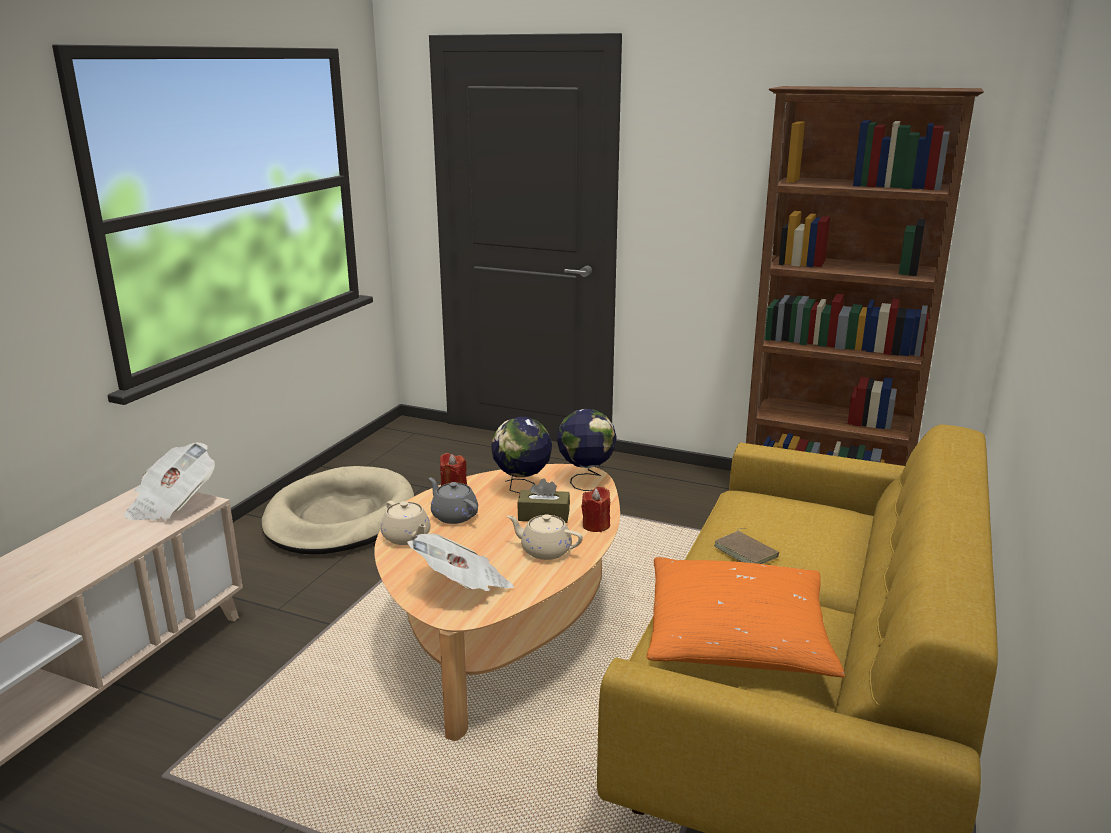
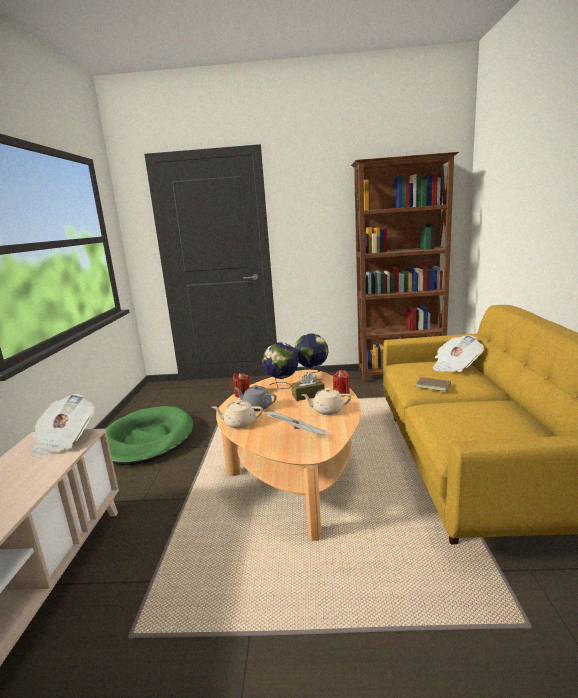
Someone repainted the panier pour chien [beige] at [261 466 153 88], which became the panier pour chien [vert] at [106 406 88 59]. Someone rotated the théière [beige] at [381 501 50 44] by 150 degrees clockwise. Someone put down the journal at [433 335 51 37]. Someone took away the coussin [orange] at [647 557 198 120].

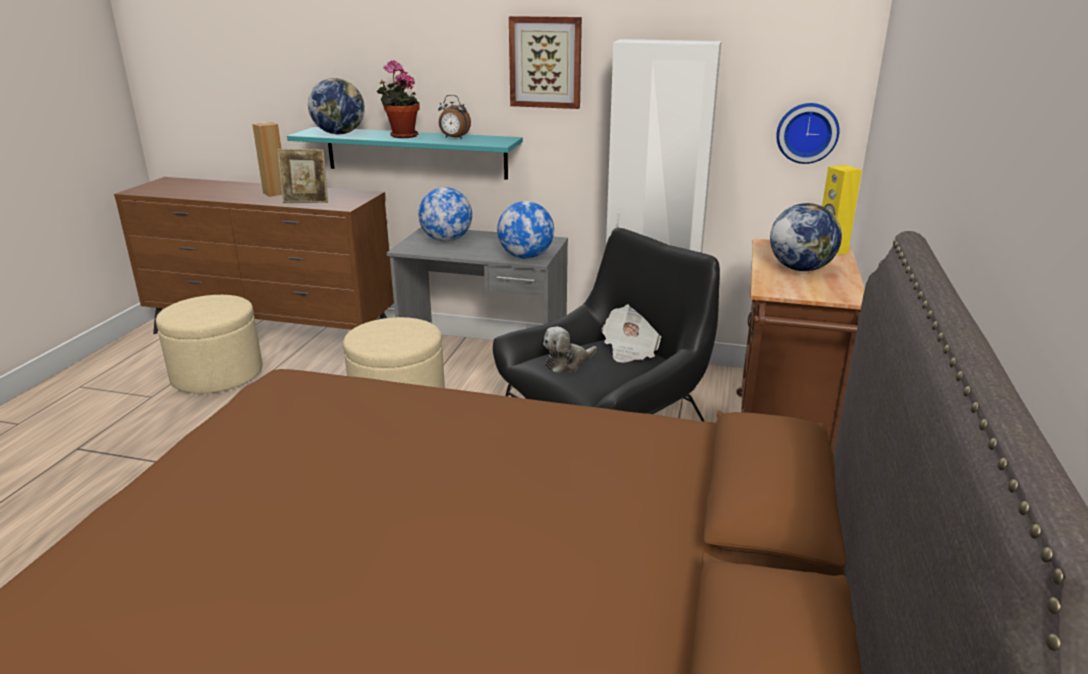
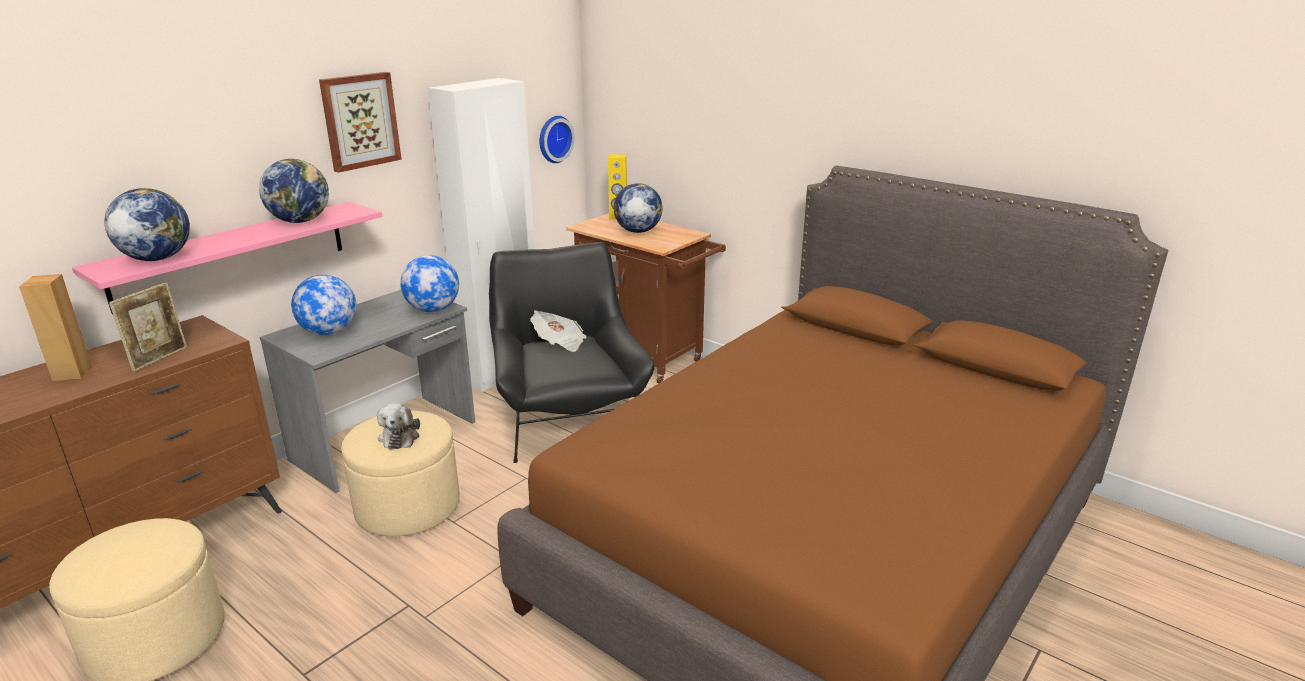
Someone repainted the étagère [turquoise] at [287 127 236 53], which became the étagère [rose] at [72 202 310 112]. Someone swapped the réveil at [438 95 33 44] for the globe at [259 159 70 64]. Someone carried the peluche from [543 327 54 46] to [377 403 43 47]. Someone took away the plante en pot at [377 60 42 78].

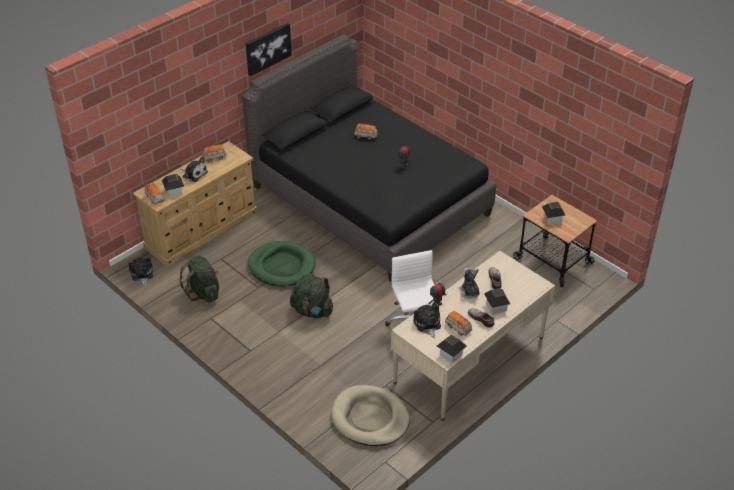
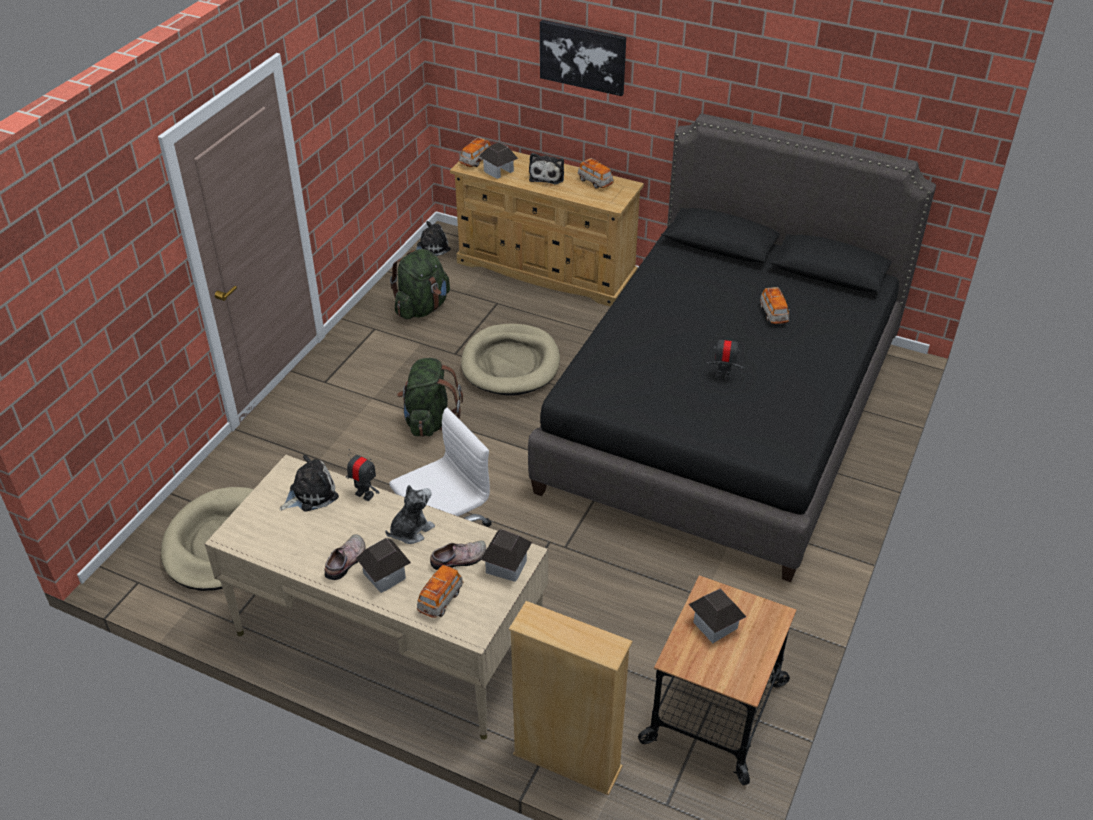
Someone carried the petite voiture from [445 311 27 25] to [417 565 46 53]. Someone repainted the panier pour chien [vert] at [248 241 67 46], which became the panier pour chien [beige] at [461 324 99 72]. Someone carried the maison miniature from [437 335 30 29] to [480 529 52 53]. Someone put down the bibliothèque [beige] at [509 601 123 195]. Someone carried the tableau from [246 23 46 53] to [540 20 86 76].

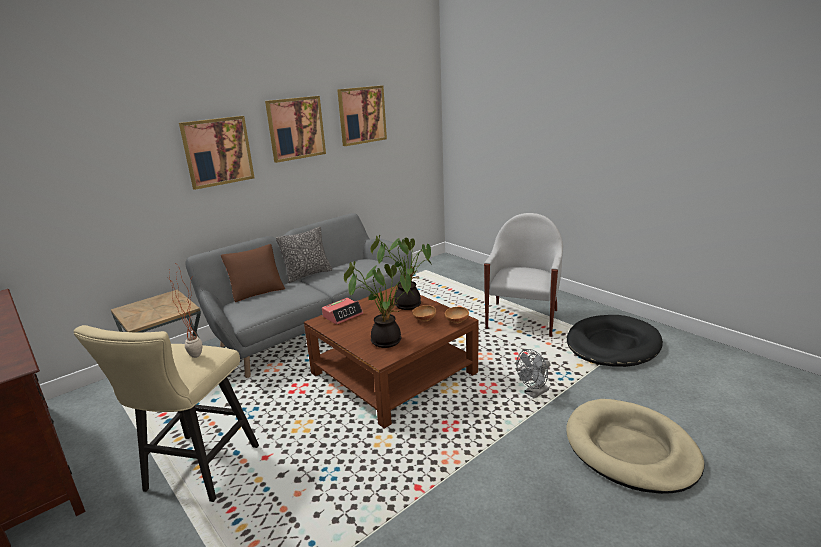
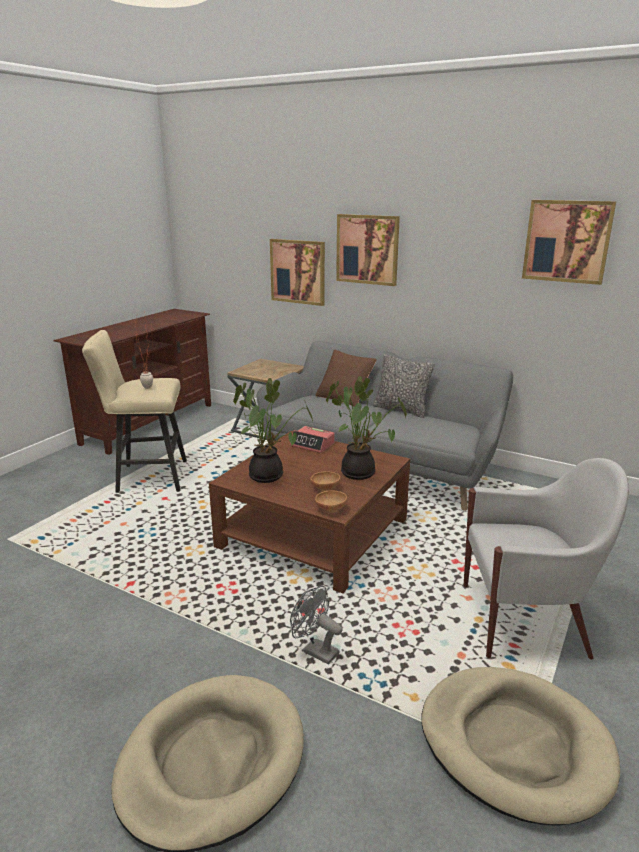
Someone carried the tableau from [265 96 61 67] to [270 239 55 67]. Someone repainted the panier pour chien [noir] at [567 315 96 52], which became the panier pour chien [beige] at [421 667 199 159].

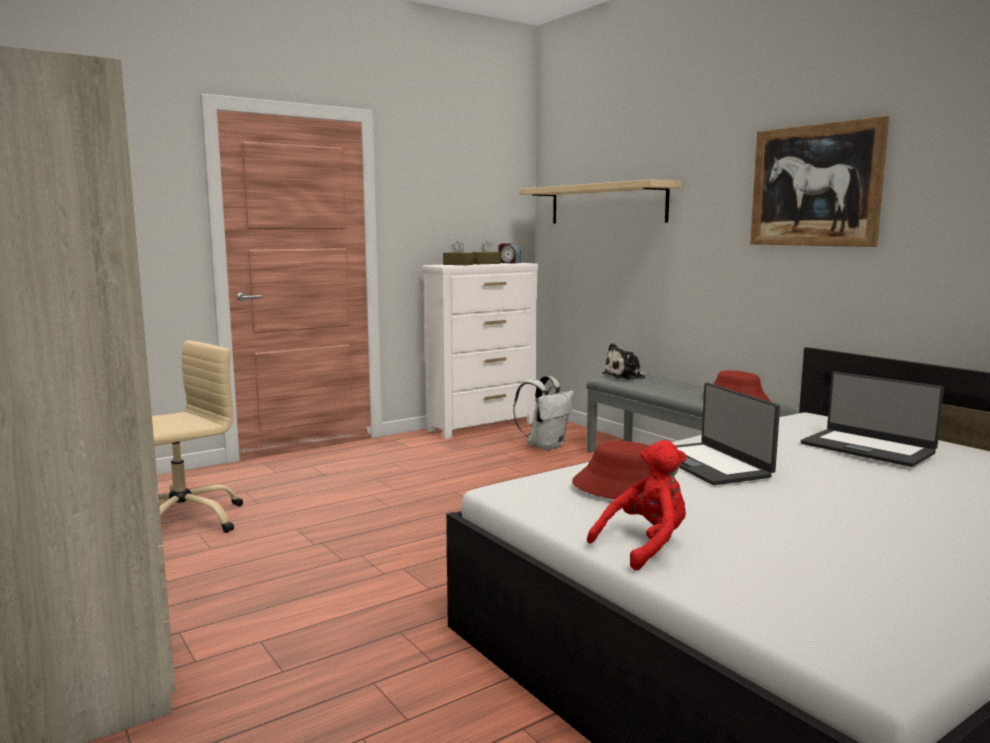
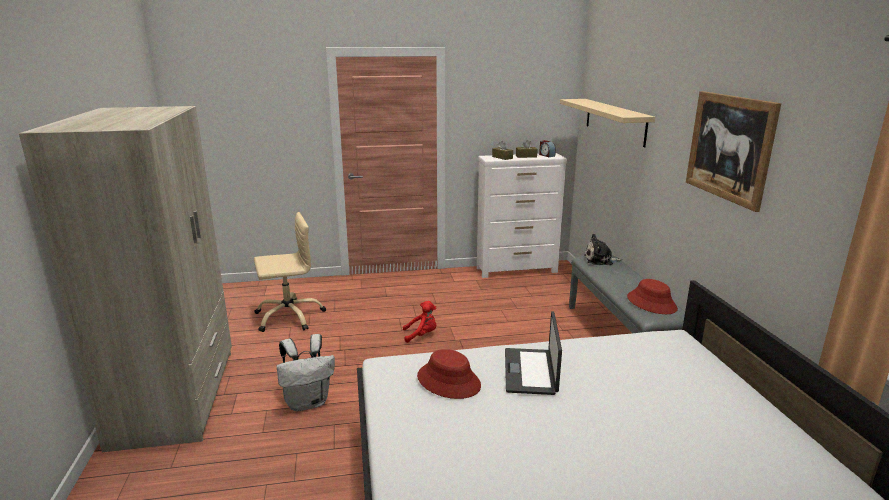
Someone carried the sac à dos [blanc] from [513 376 61 75] to [277 334 58 78]. Someone carried the peluche [rouge] from [587 440 100 130] to [403 301 33 42]. Someone took away the ordinateur portable at [801 372 143 95].

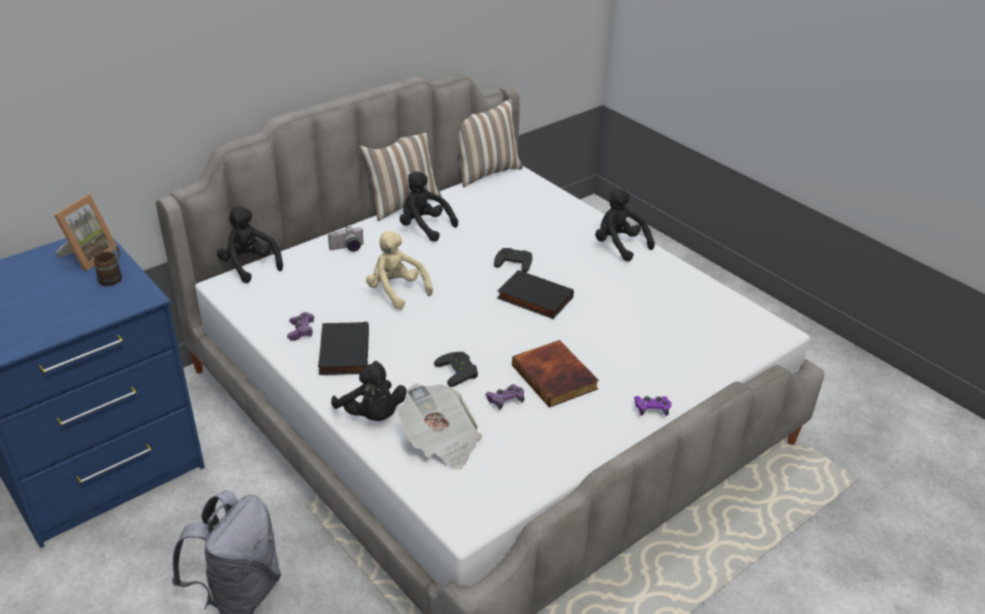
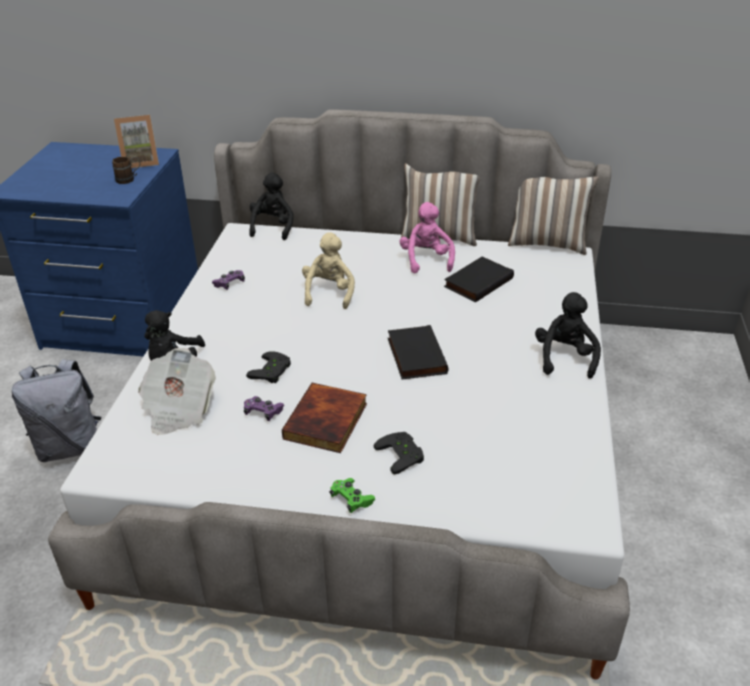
Someone repainted the manette [violet] at [634 396 37 20], which became the manette [vert] at [329 478 46 35]. Someone carried the manette [noir] from [494 248 38 25] to [374 432 50 43]. Someone repainted the peluche [noir] at [400 172 58 70], which became the peluche [rose] at [400 202 55 72]. Someone carried the livre [noir] from [318 322 51 53] to [444 256 70 46]. Someone took away the appareil photo at [328 226 36 26].

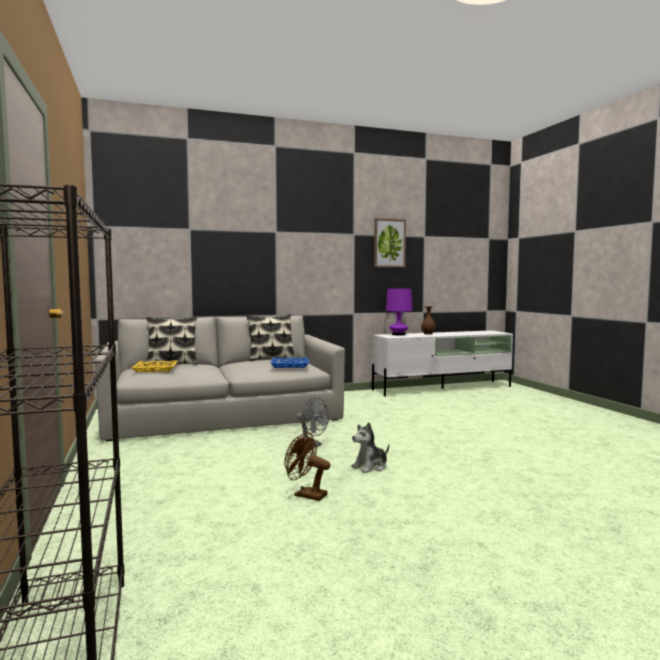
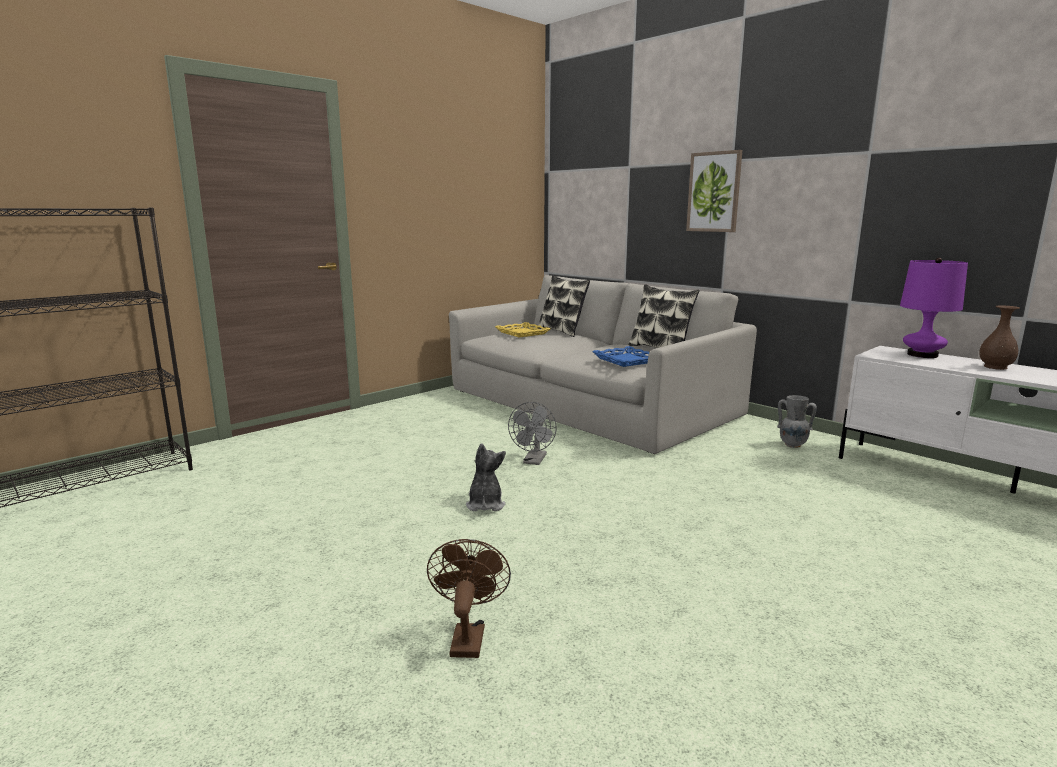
Someone carried the ventilateur [marron] from [285 432 45 69] to [427 539 84 119]. Someone rotated the peluche at [352 422 37 51] by 60 degrees clockwise. Someone carried the tableau from [374 218 32 49] to [686 150 56 82]. Someone put down the vase [gris] at [777 395 40 53].

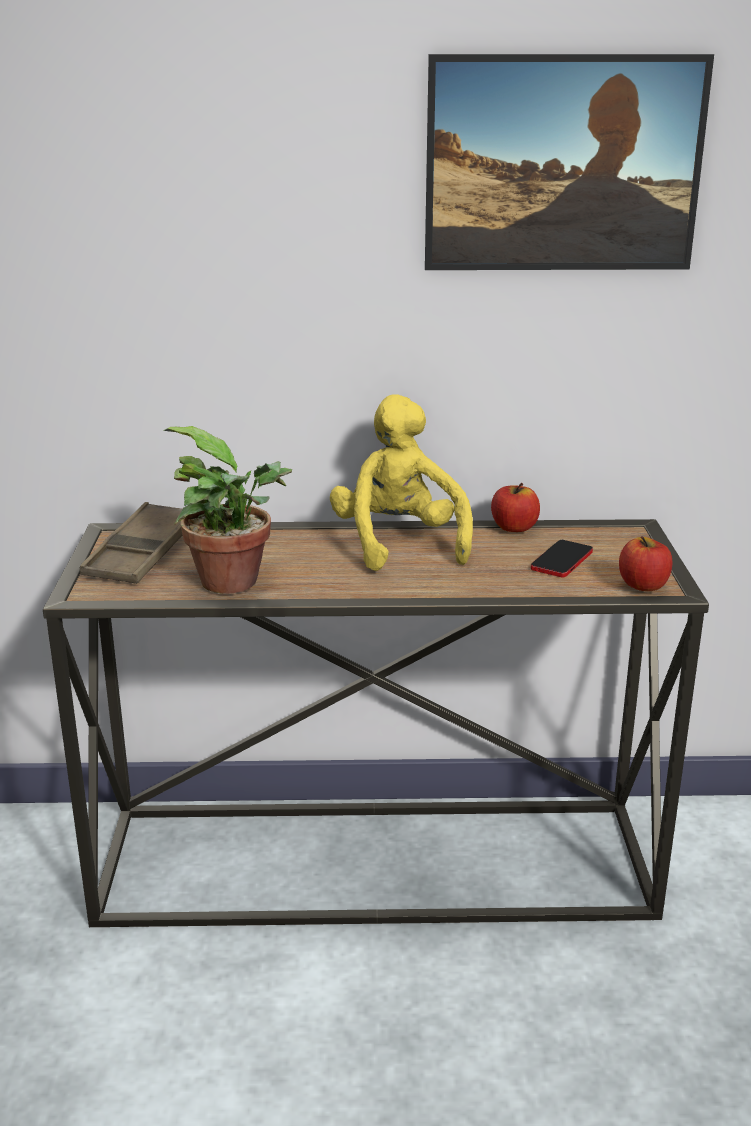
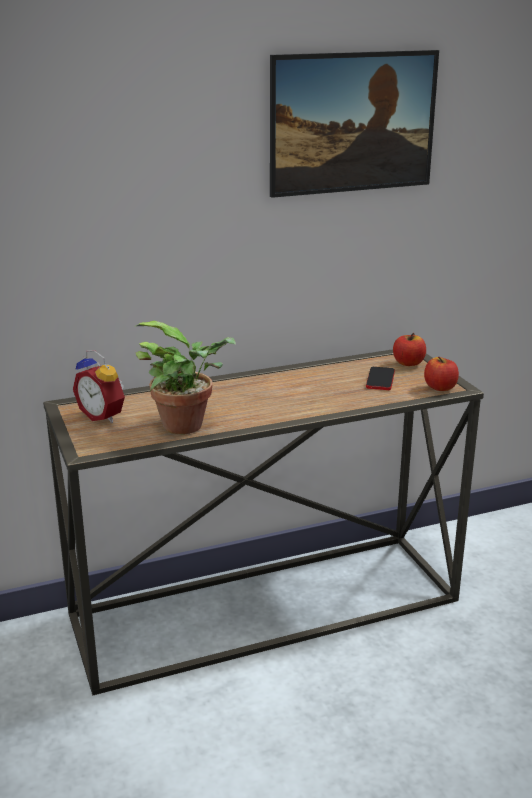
Someone swapped the plateau [marron] at [80 502 102 82] for the réveil at [73 350 52 73]. Someone carried the pomme from [491 483 49 49] to [393 333 33 33]. Someone took away the peluche [jaune] at [330 394 143 177].

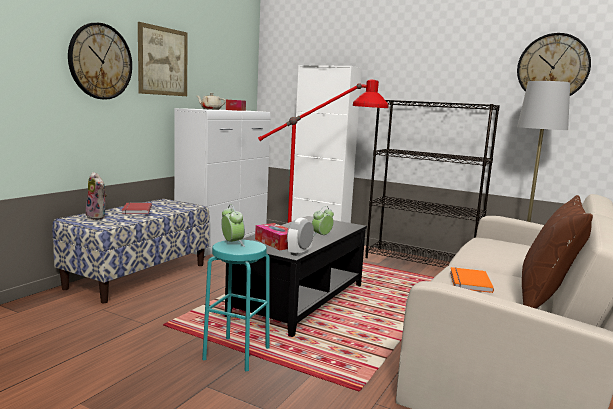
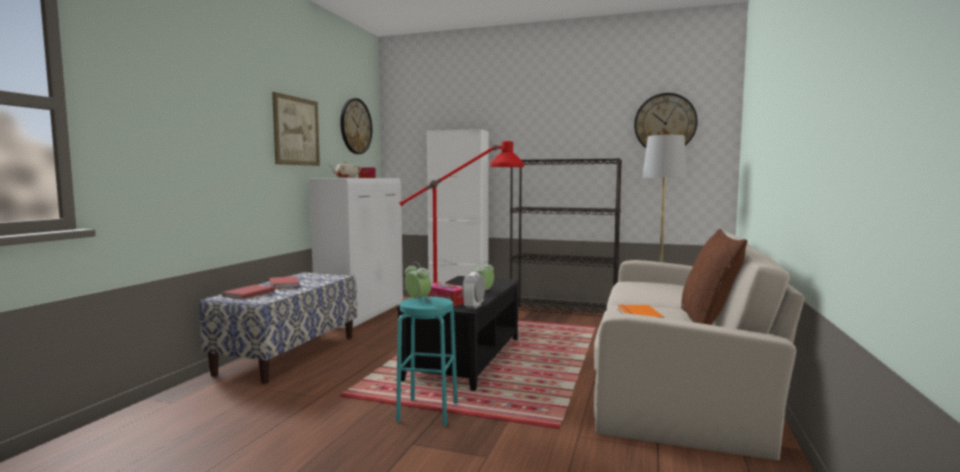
Someone swapped the peluche at [86 172 21 48] for the livre [rouge] at [221 285 54 14]. Someone carried the horloge murale from [68 23 64 76] to [340 98 32 56].

